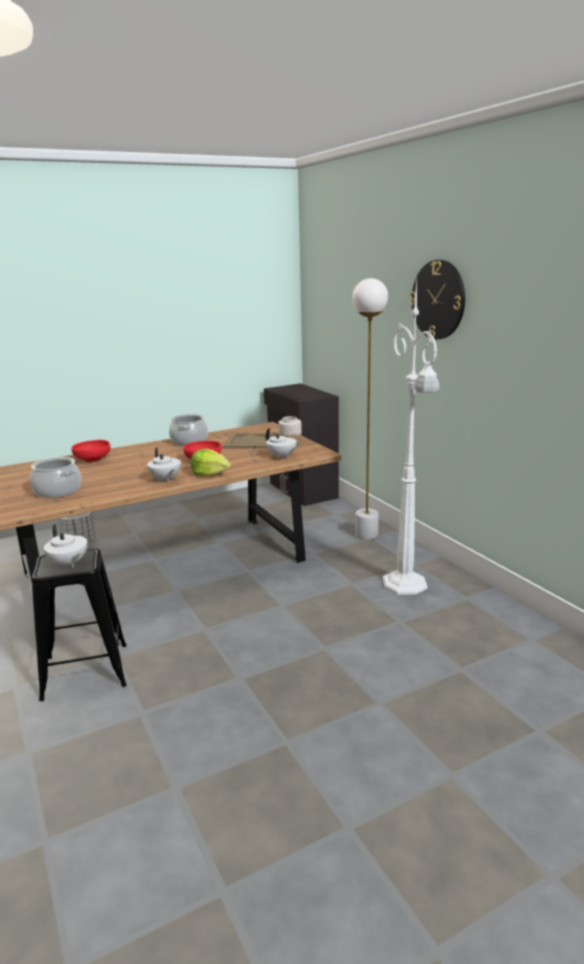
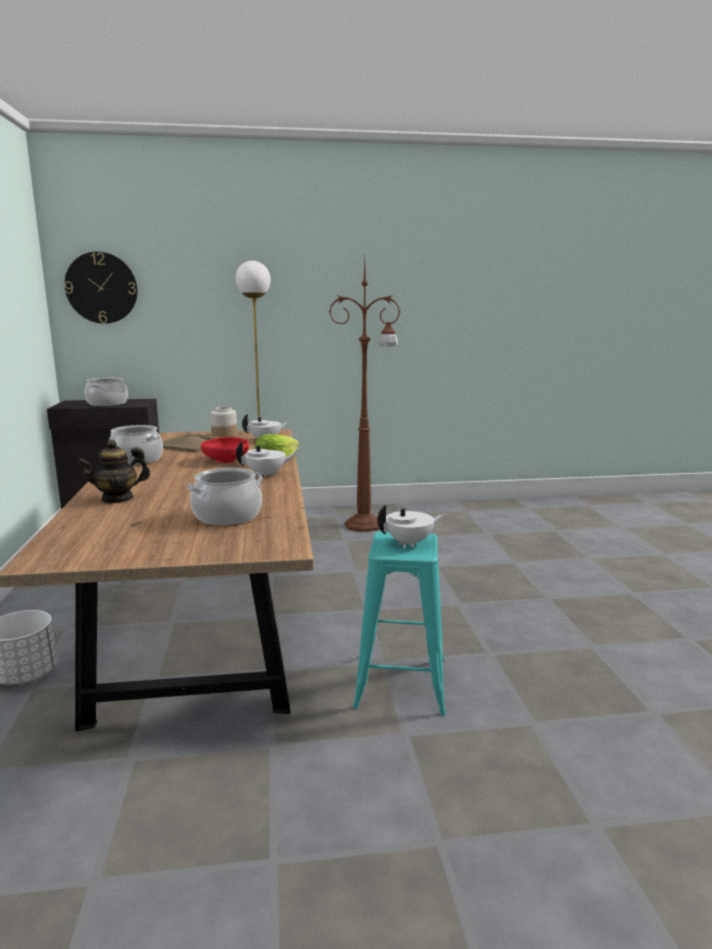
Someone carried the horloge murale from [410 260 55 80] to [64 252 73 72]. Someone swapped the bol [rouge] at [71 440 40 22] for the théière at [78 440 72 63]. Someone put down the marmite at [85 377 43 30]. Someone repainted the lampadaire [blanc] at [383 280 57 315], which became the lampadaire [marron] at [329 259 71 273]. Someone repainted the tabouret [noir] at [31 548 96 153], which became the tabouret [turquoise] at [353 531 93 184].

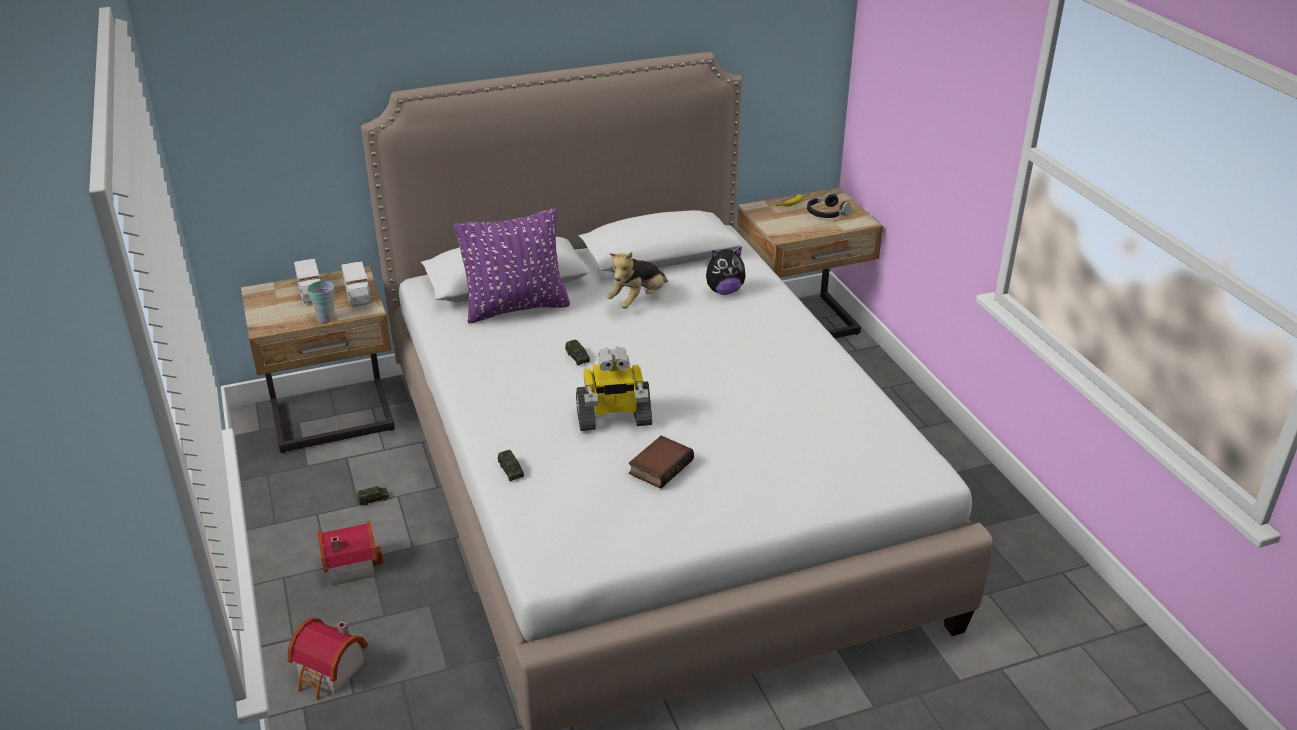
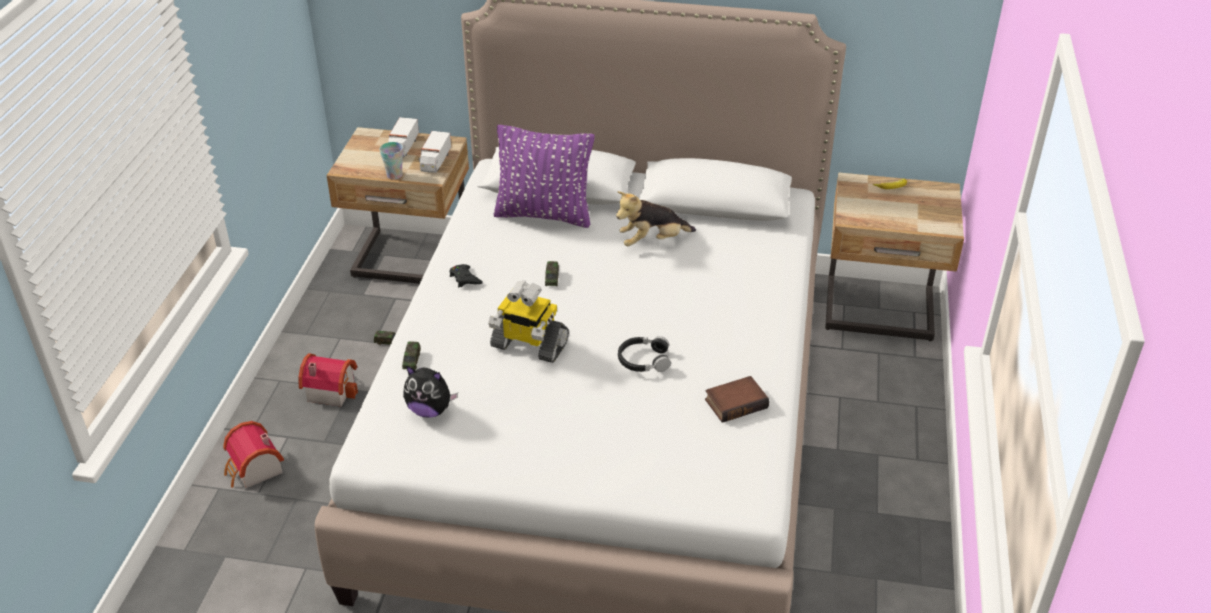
Someone carried the peluche from [706 247 40 48] to [403 366 55 52]. Someone put down the manette [noir] at [450 264 33 23]. Someone carried the casque audio [noir] from [807 193 44 25] to [618 336 53 36]. Someone carried the livre from [629 435 65 54] to [705 376 64 47].

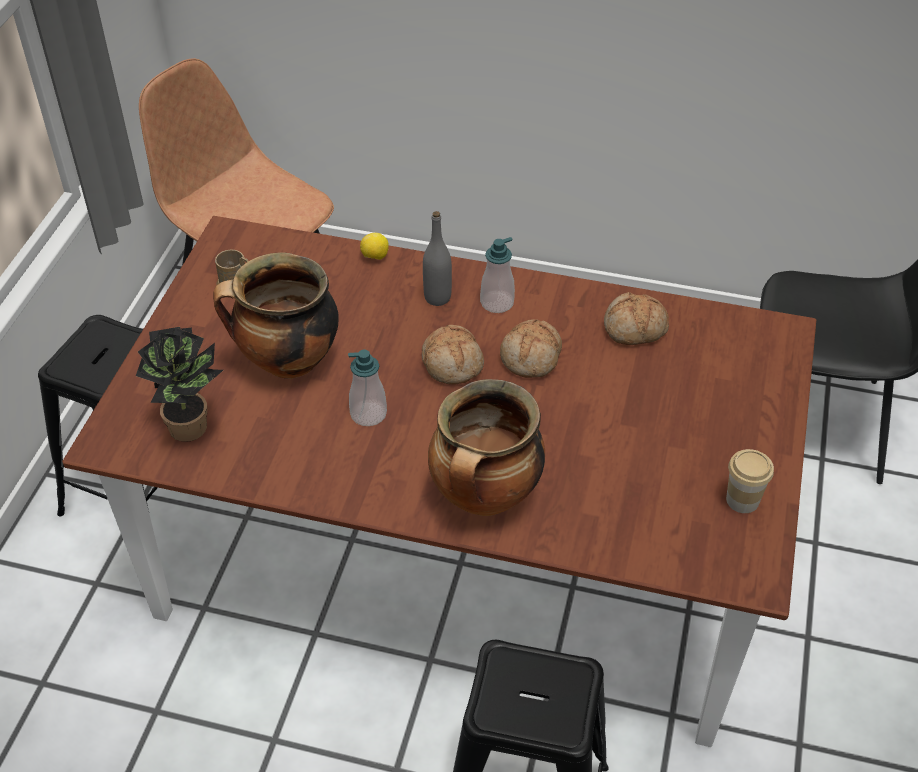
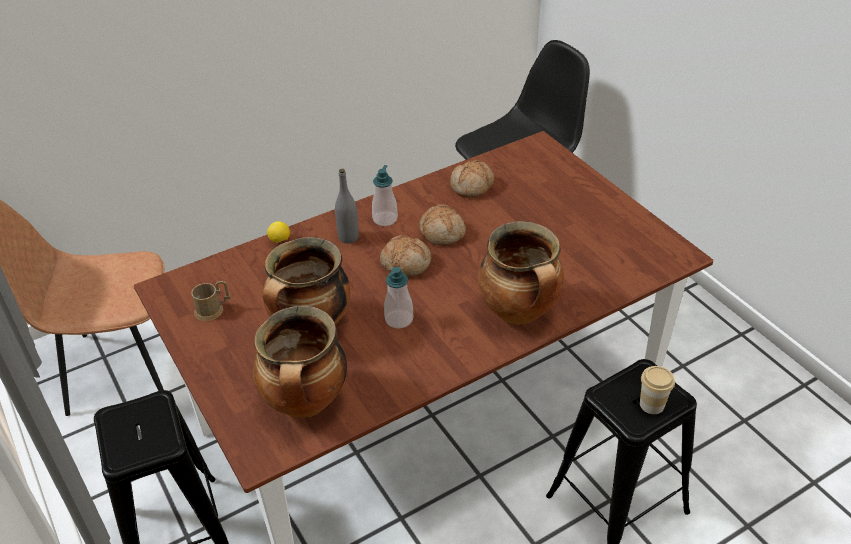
Someone swapped the plante en pot at [136 327 87 115] for the marmite at [253 306 94 112]. Someone carried the tasse from [726 449 48 64] to [640 366 35 48].

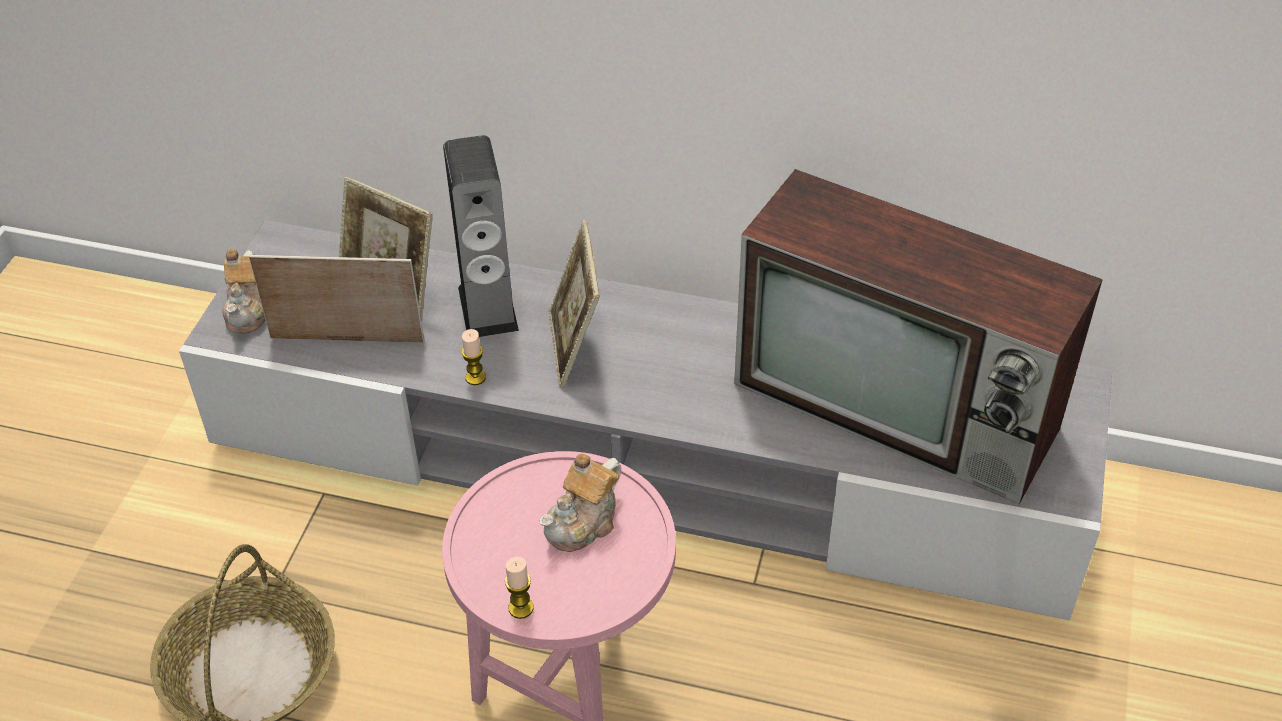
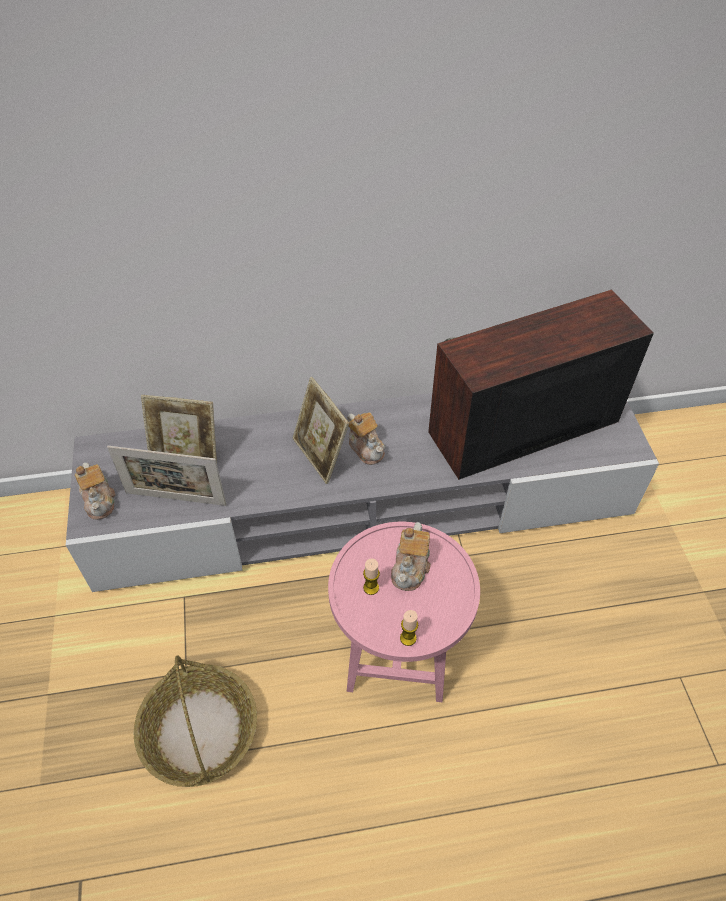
Someone rotated the cadre photo at [249 255 175 88] by 150 degrees counterclockwise. Someone put down the théière at [347 412 38 53]. Someone carried the bougie from [462 329 24 56] to [363 559 17 36]. Someone rotated the téléviseur at [734 169 369 335] by 150 degrees clockwise. Someone took away the enceinte at [443 135 76 202].

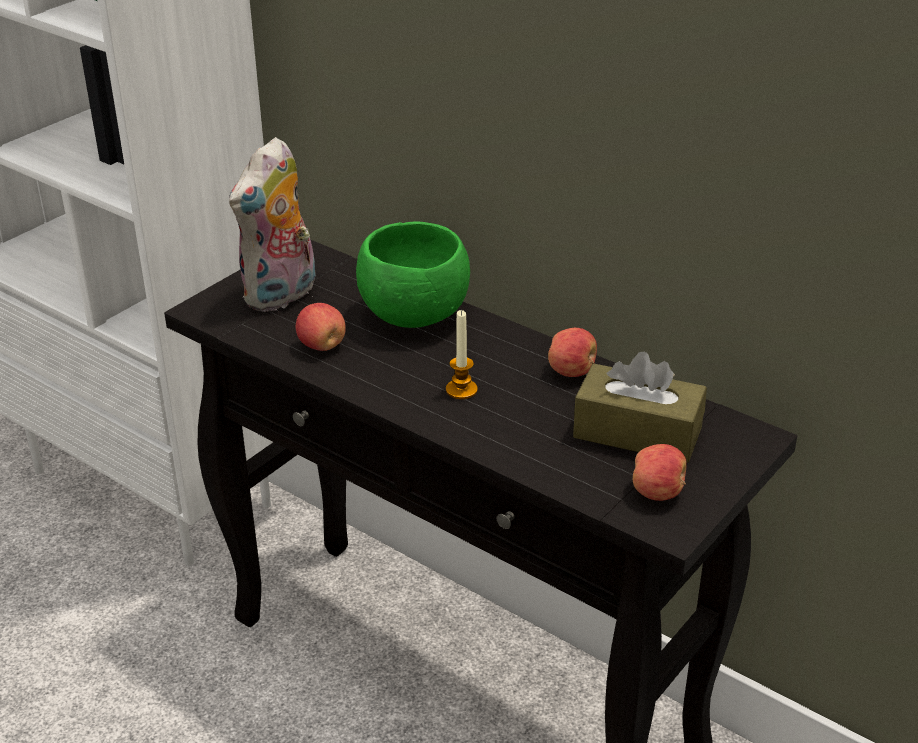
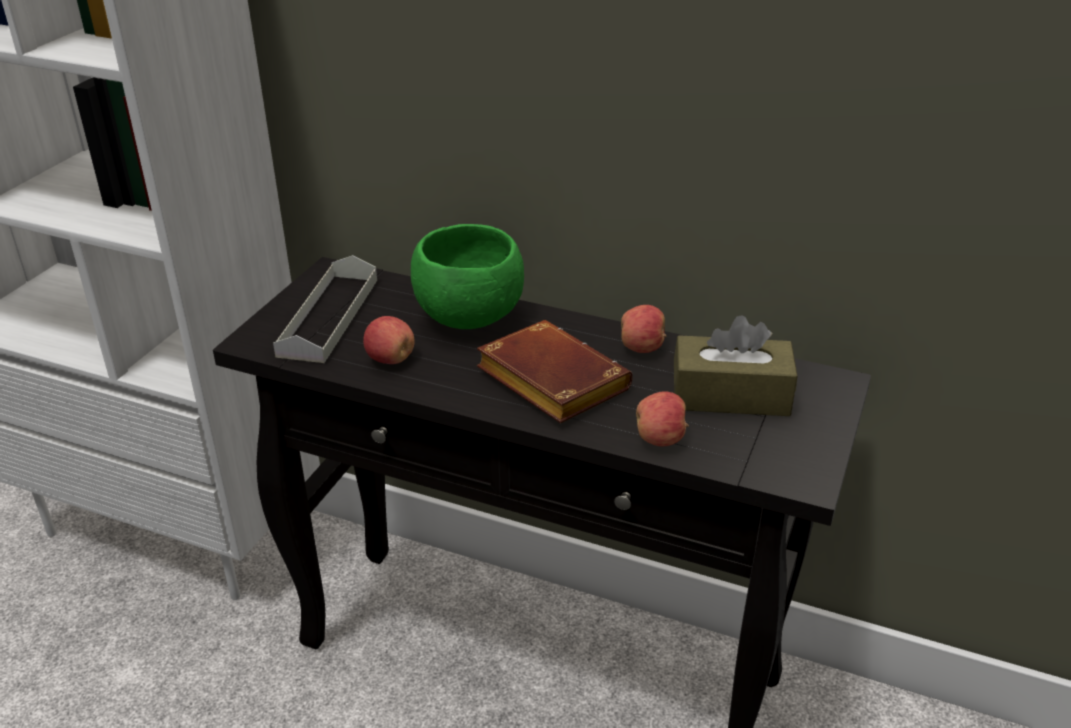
Someone swapped the peluche at [229 137 87 175] for the plateau [gris] at [273 255 104 108]. Someone swapped the bougie at [446 310 32 89] for the livre [marron] at [477 320 156 103]. Someone carried the pomme from [633 444 54 57] to [636 391 53 55].

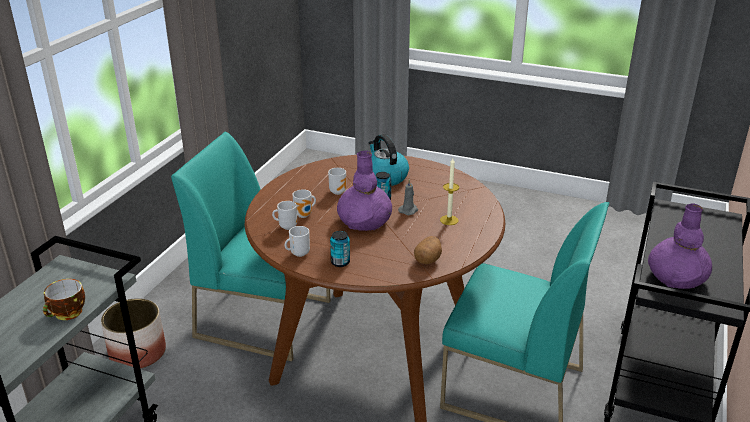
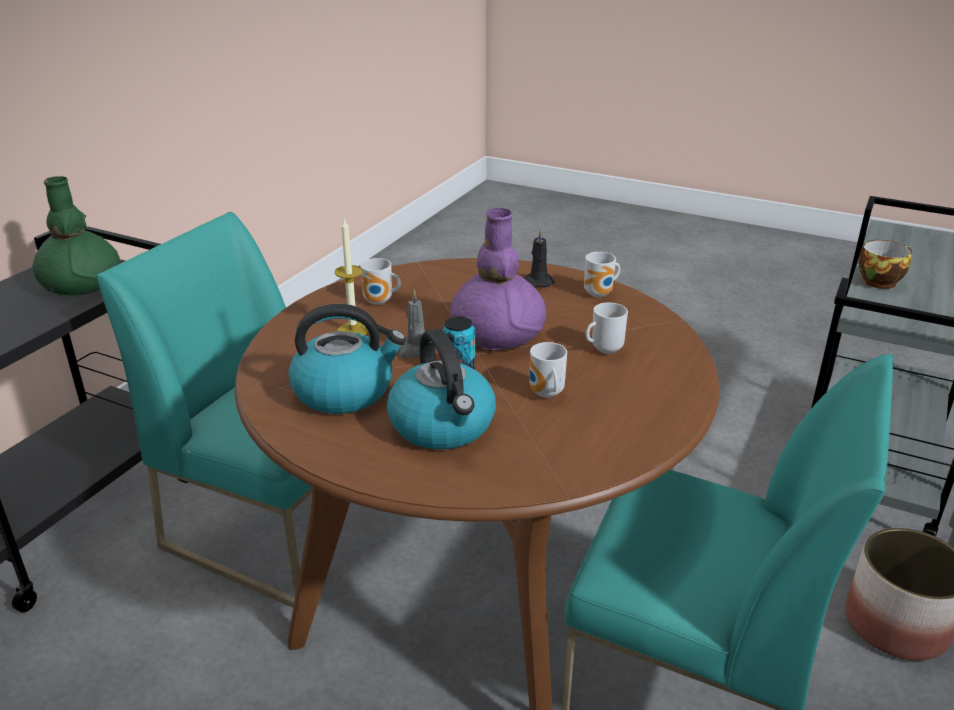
Someone repainted the vase [violet] at [648 203 64 86], which became the vase [vert] at [33 176 87 121]. Someone put down the bouilloire at [288 304 118 110]. Someone carried the mug from [272 201 25 29] to [360 258 41 47]. Someone swapped the boîte métallique at [330 231 20 36] for the bougie [noir] at [524 229 30 59]. Someone took away the pomme de terre at [414 236 28 28].

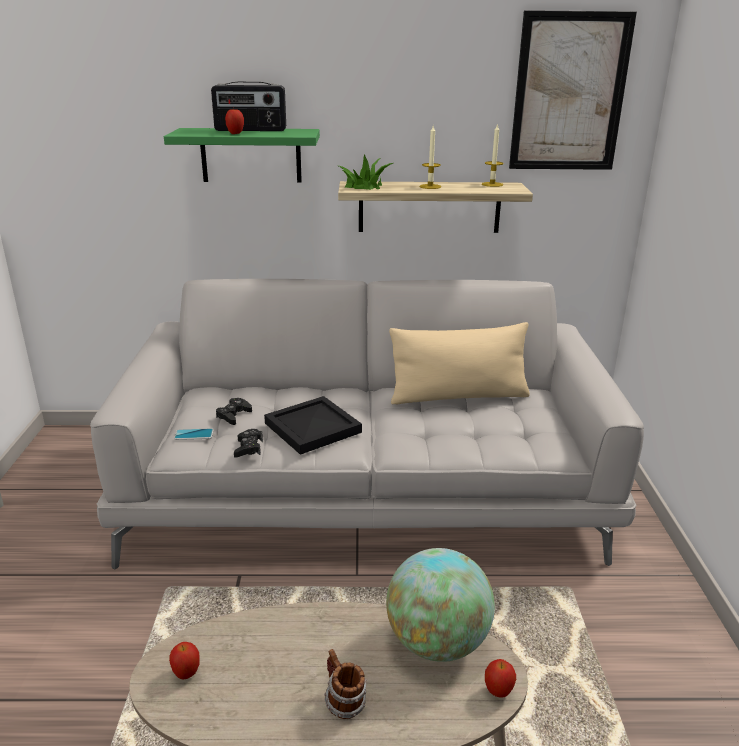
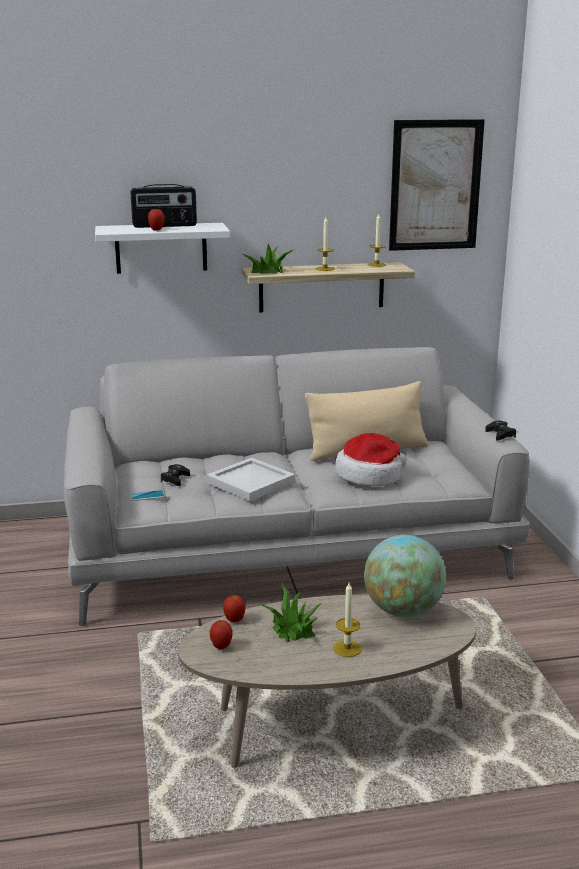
Someone repainted the étagère [vert] at [164 128 156 55], which became the étagère [blanc] at [95 223 135 51]. Someone repainted the plateau [noir] at [264 396 98 59], which became the plateau [blanc] at [206 458 89 44]. Someone carried the pomme from [485 659 31 39] to [223 595 23 27]. Someone put down the plante en pot at [259 582 62 60]. Someone swapped the mug at [324 649 43 70] for the bougie at [333 583 29 74]. Someone put down the chapeau at [335 433 72 53]. Someone carried the manette [noir] from [234 429 29 29] to [485 421 31 20].

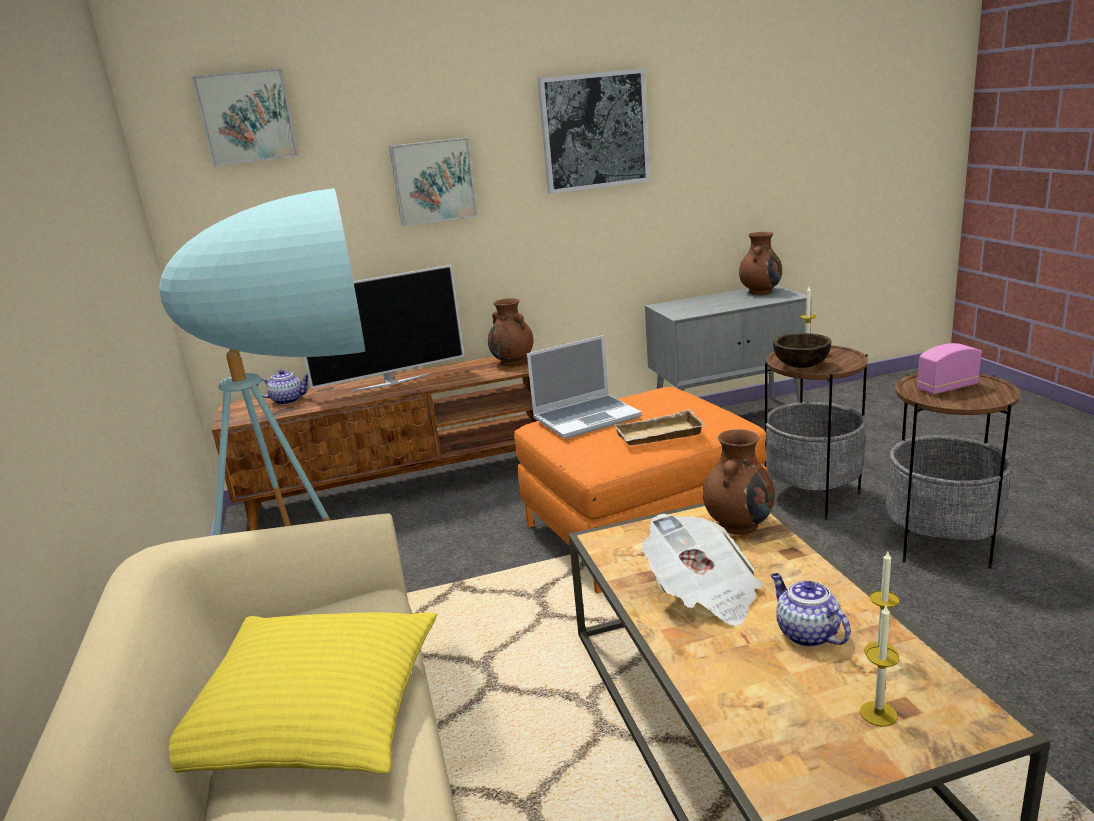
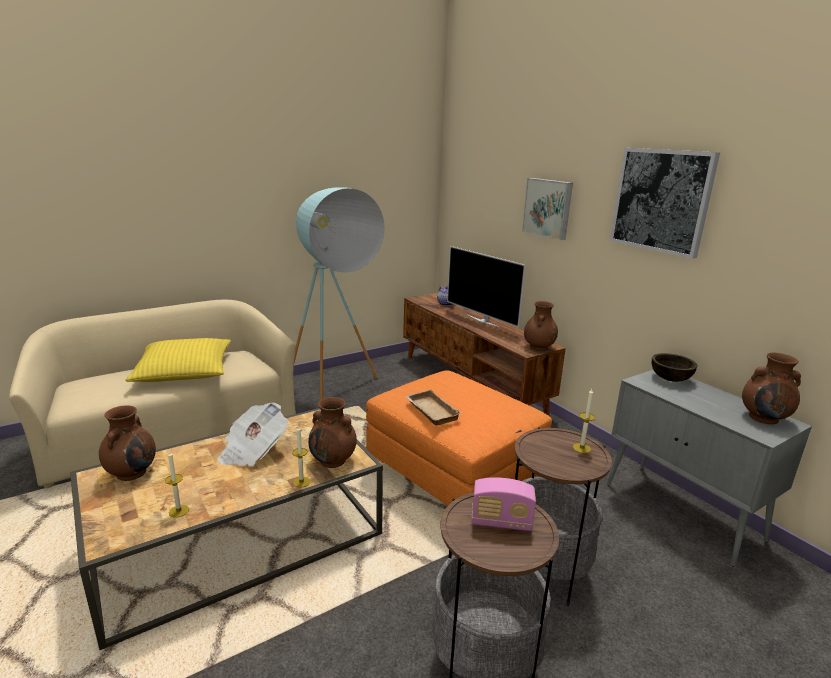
Someone put down the vase [marron] at [99 405 57 76]. Someone carried the bougie from [860 606 39 121] to [292 426 18 62]. Someone rotated the radio at [917 343 65 51] by 135 degrees clockwise. Someone carried the bol [marron] from [773 333 59 35] to [652 353 46 29]. Someone took away the tableau at [192 68 107 98]. Someone took away the ordinateur portable at [527 335 115 104]. Someone took away the théière at [771 573 80 74].

